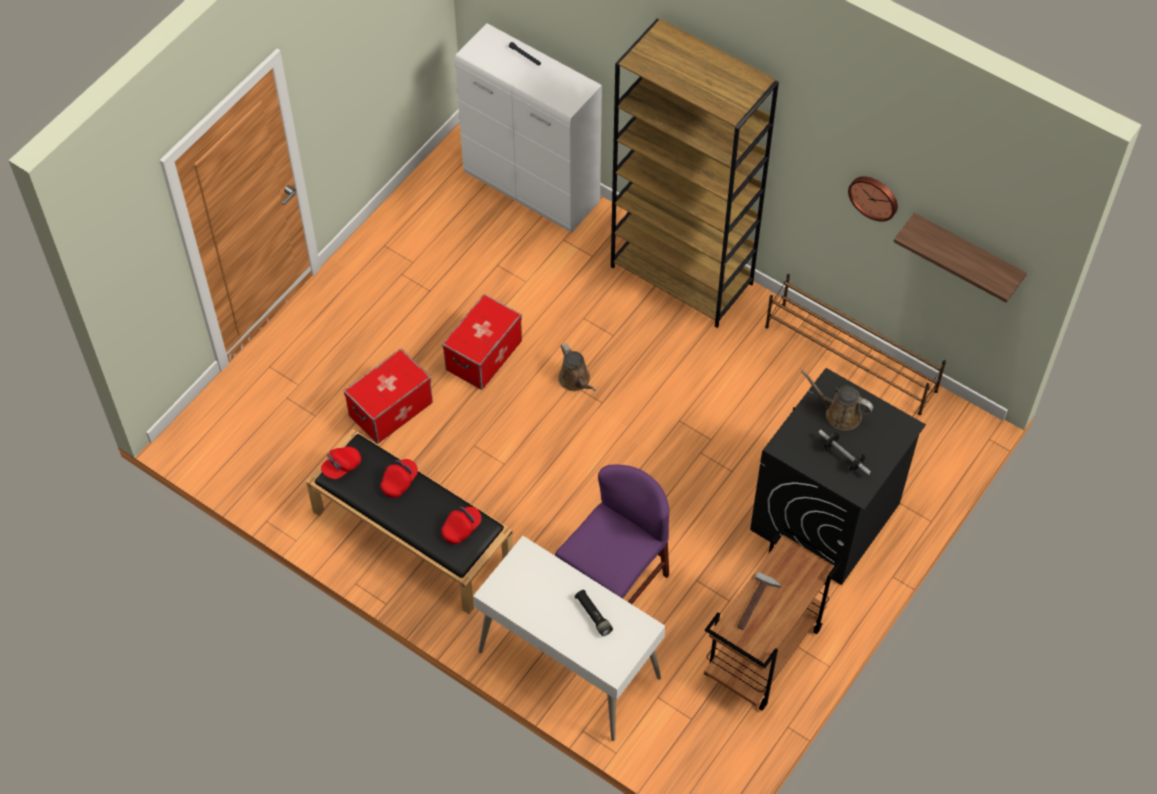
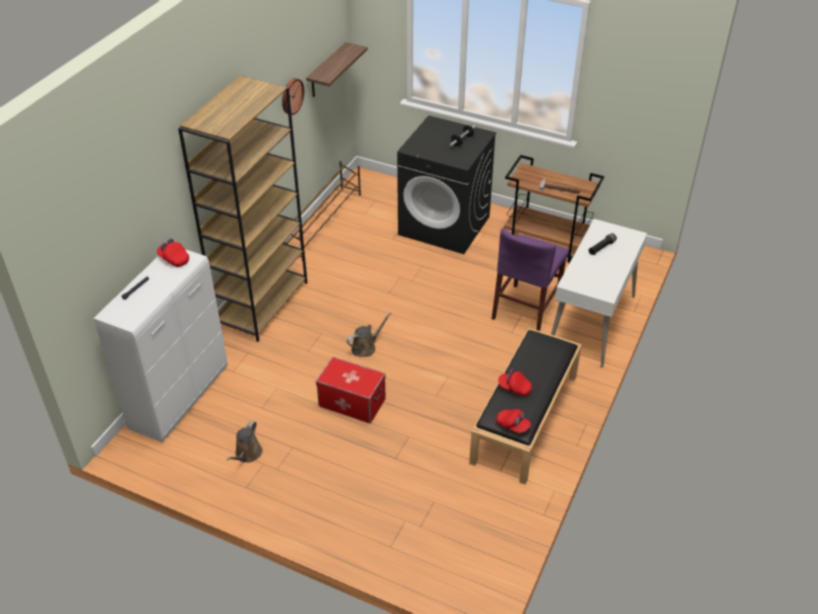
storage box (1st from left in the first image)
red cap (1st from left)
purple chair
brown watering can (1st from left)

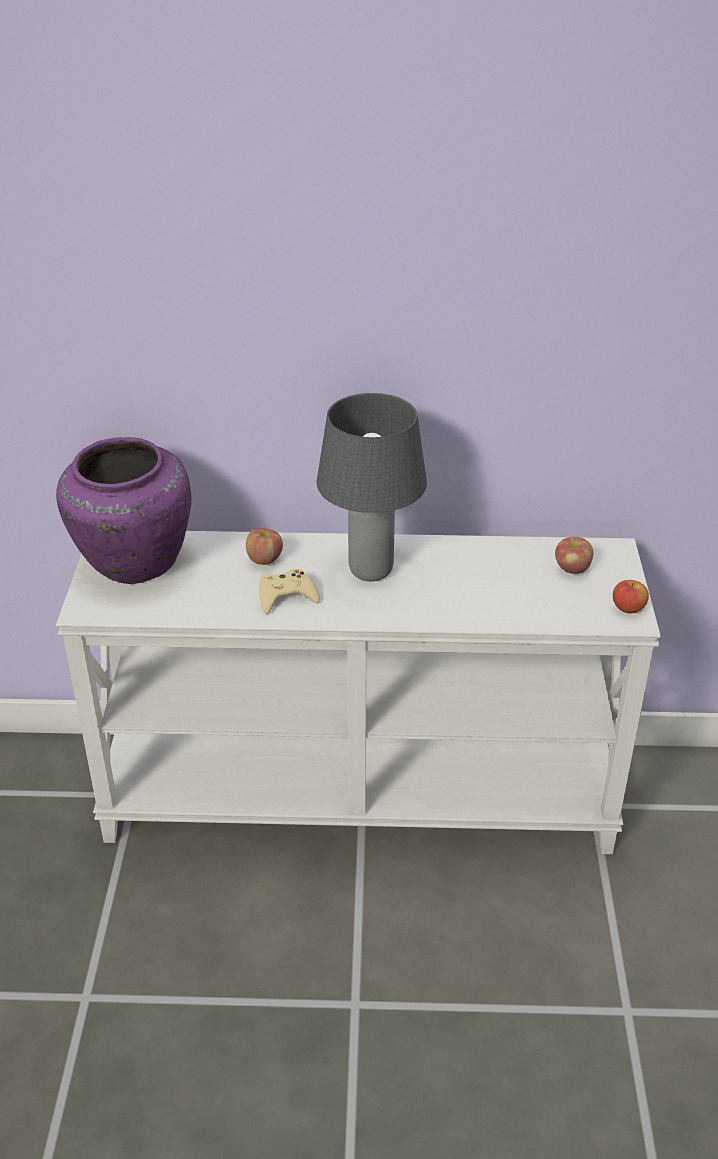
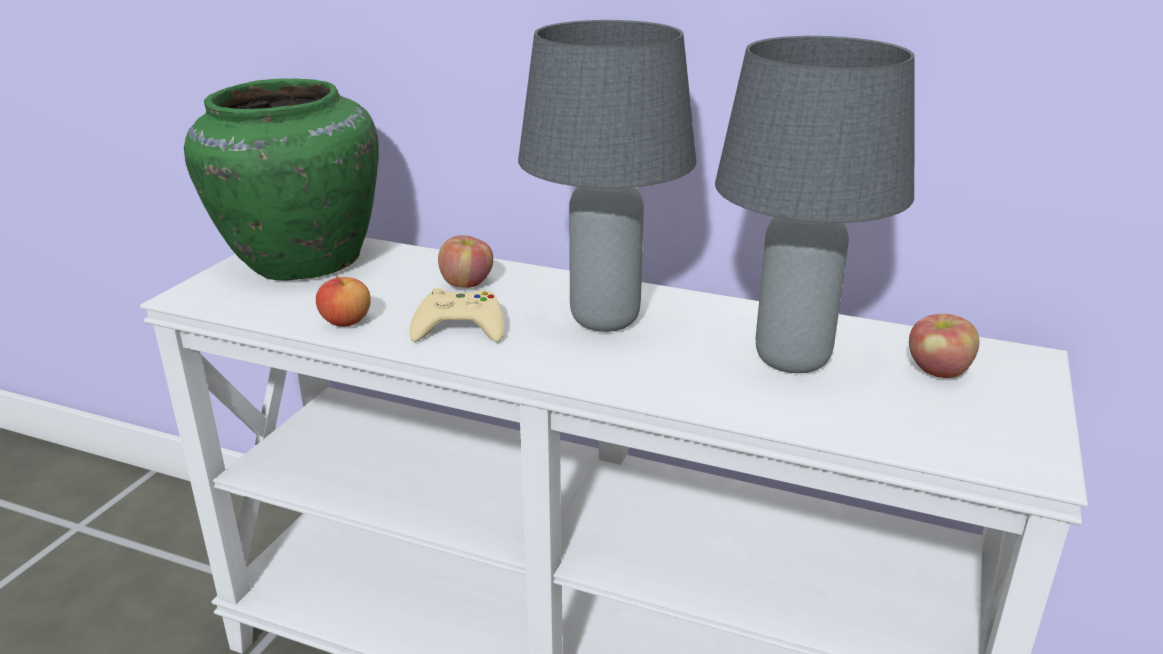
green vase
apple (1st from left)
grey table lamp (2nd from left)

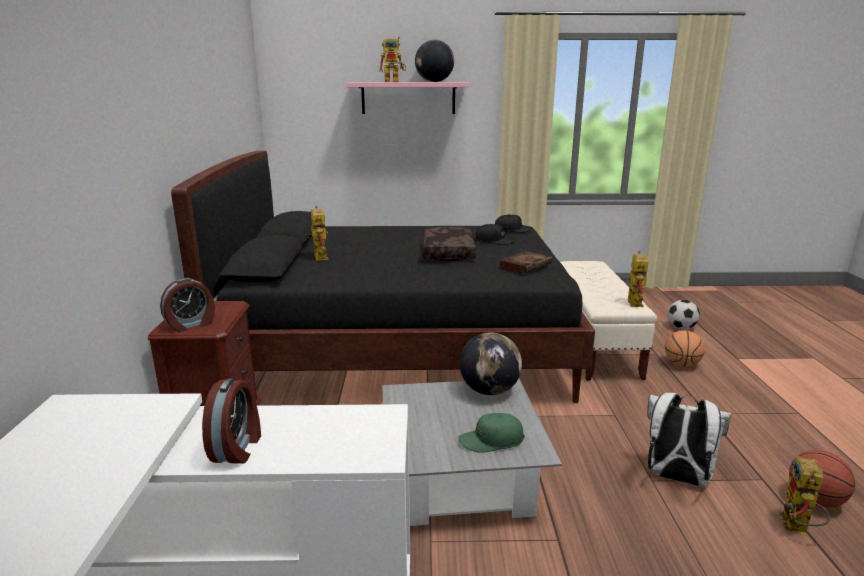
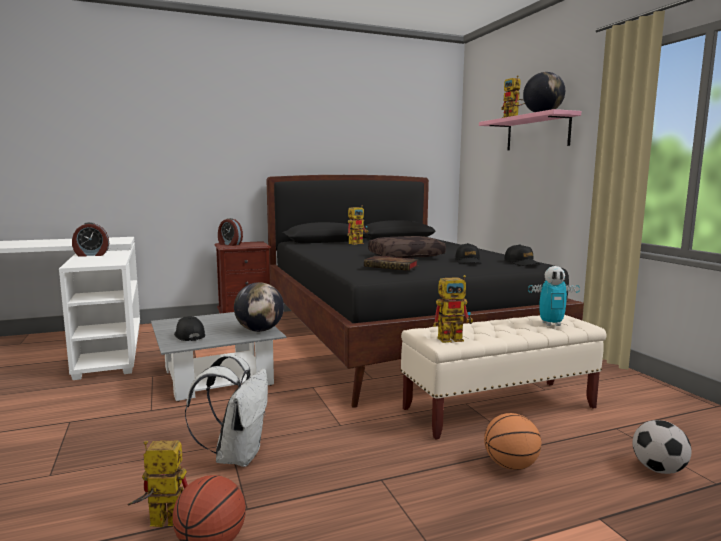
black cap (1st from left)
toy robot (5th from left)

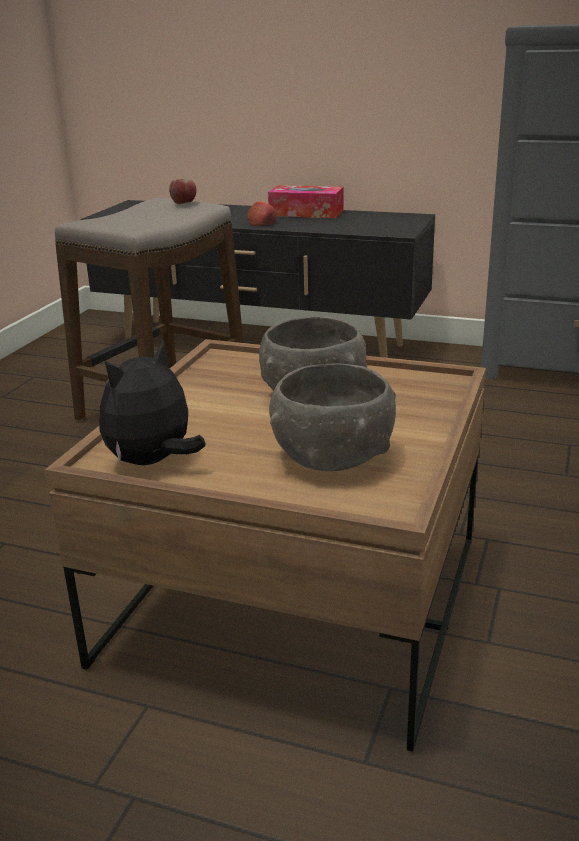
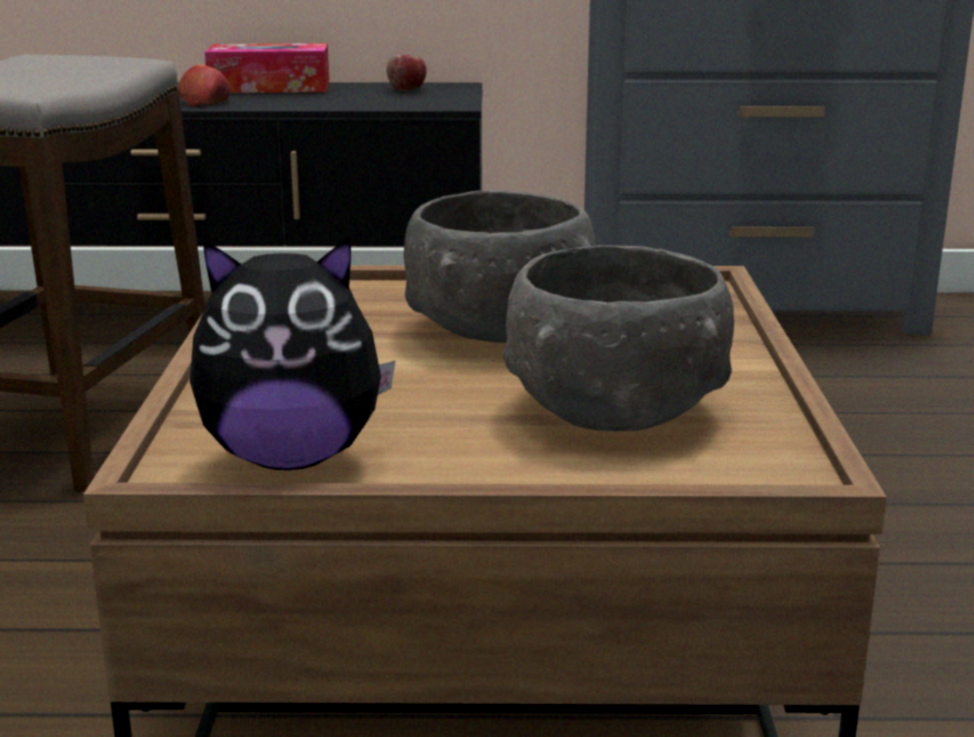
plush toy
apple (2nd from left)

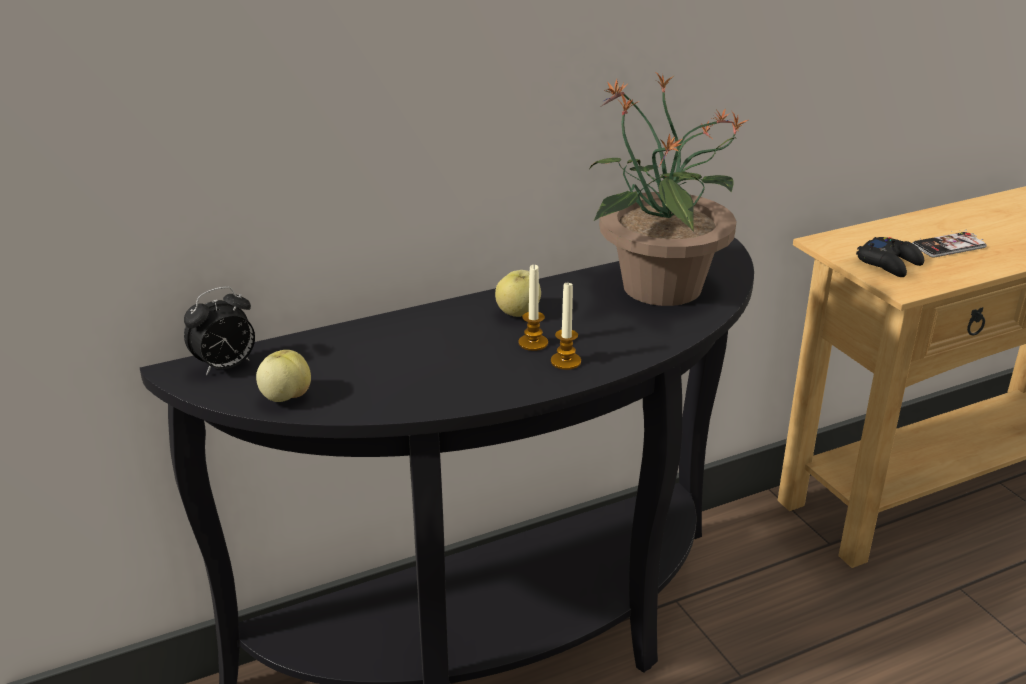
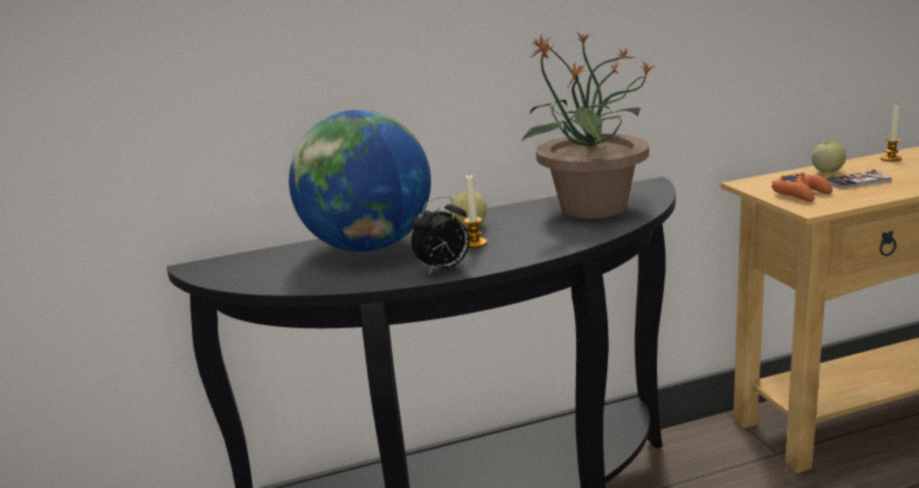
alarm clock
apple (2nd from left)
candle (2nd from left)
orange game controller
globe

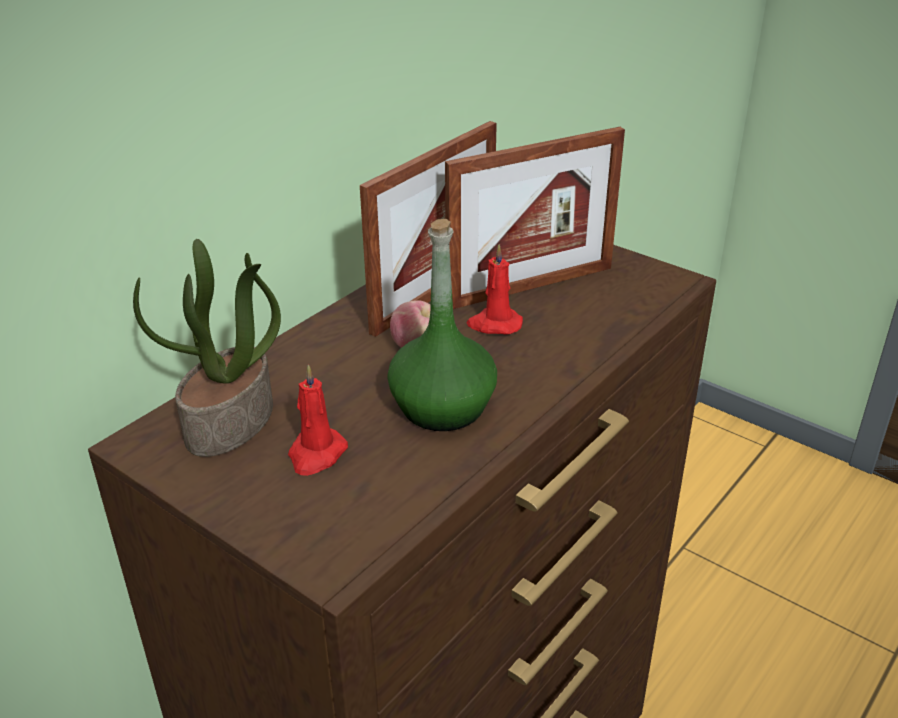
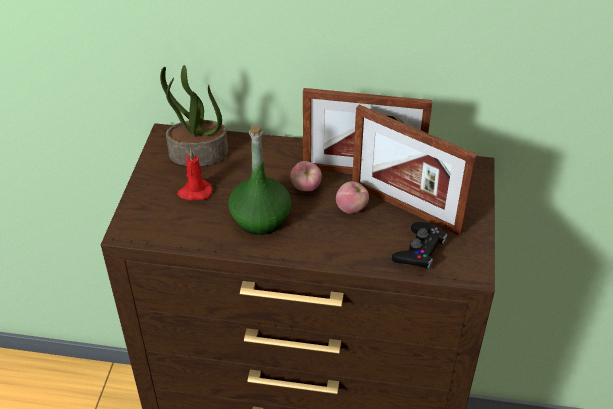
apple (2nd from left)
black game controller

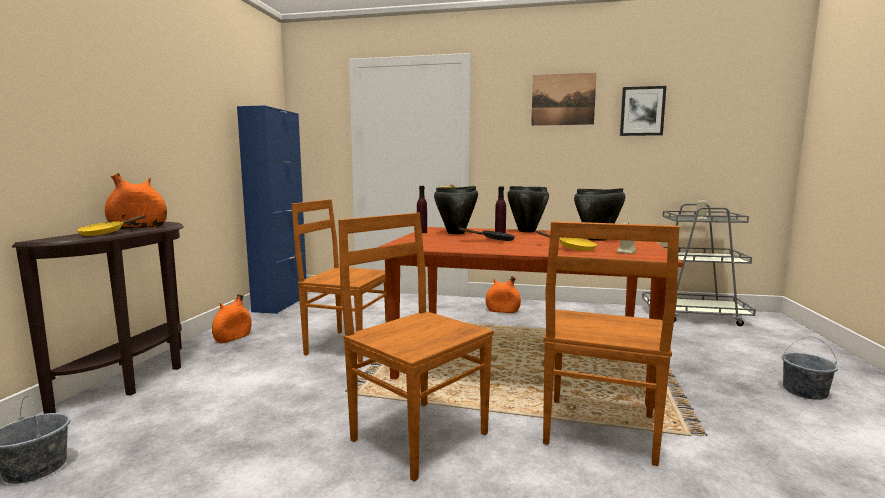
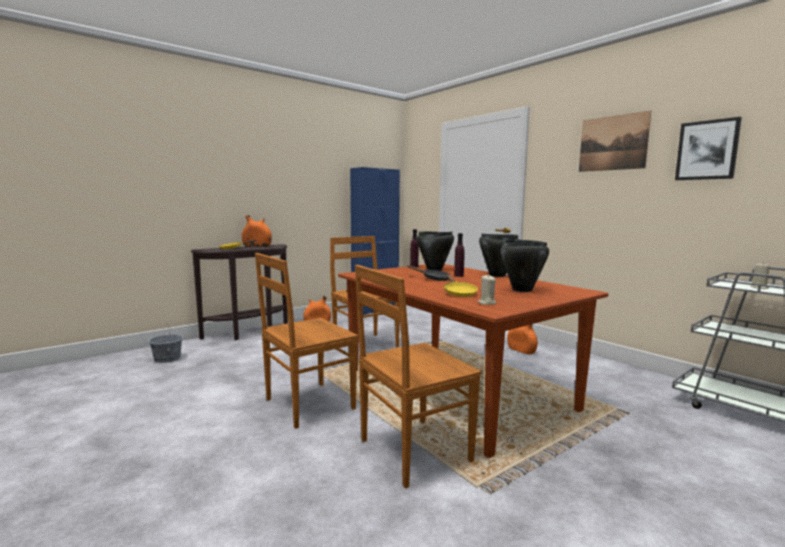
brown chair (1st from left)
grey bucket (2nd from left in the first image)

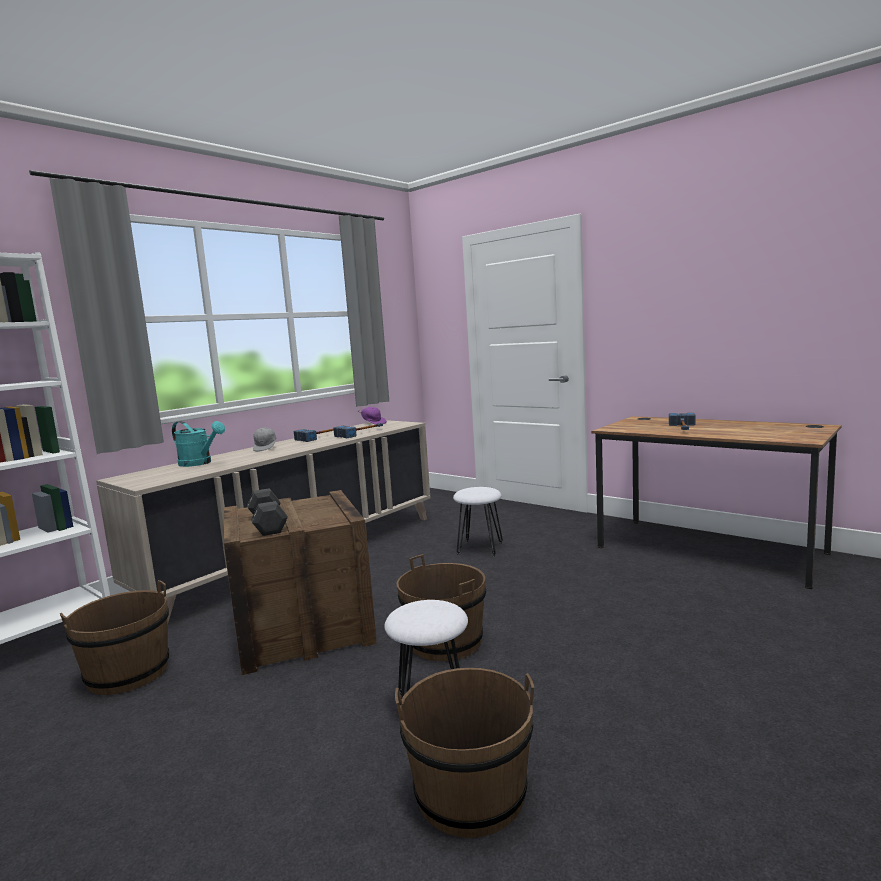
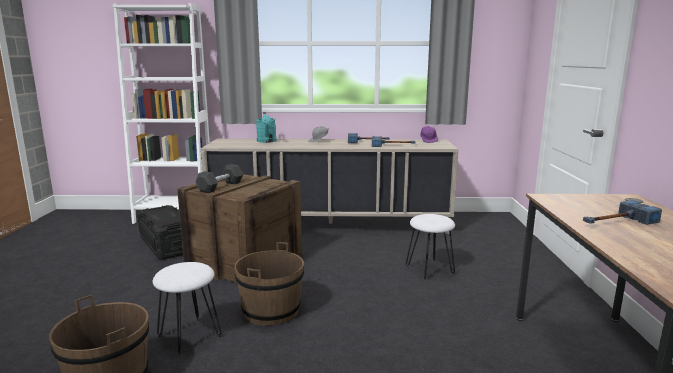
black storage box

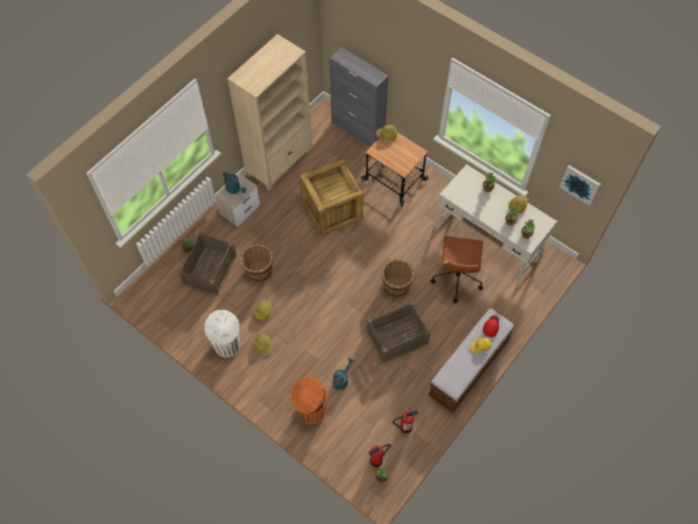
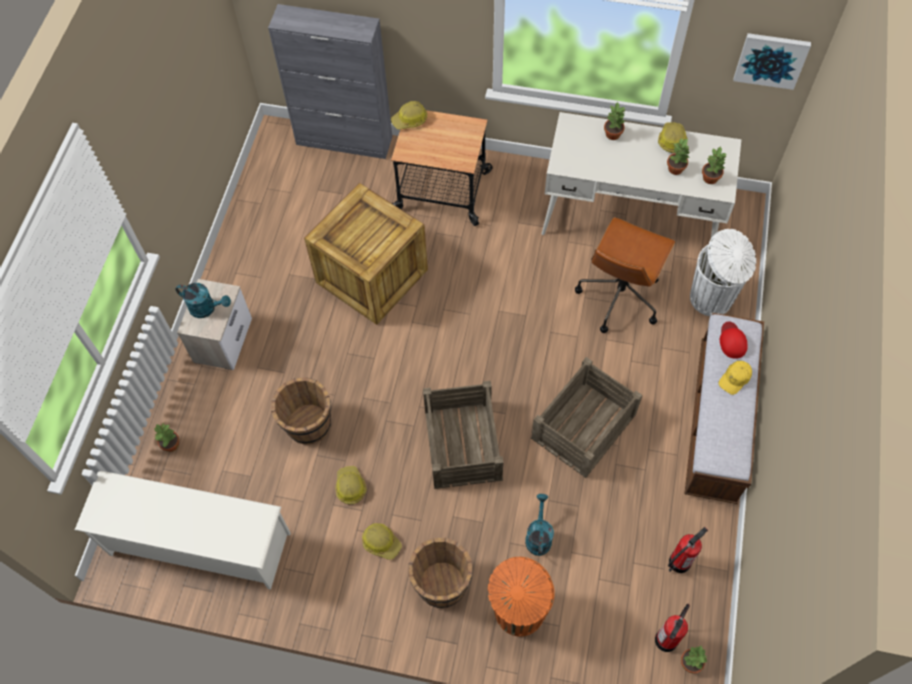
crate (2nd from left)
white trash can
beige bookcase
brown bucket (2nd from left)
brown office chair
white shoe rack

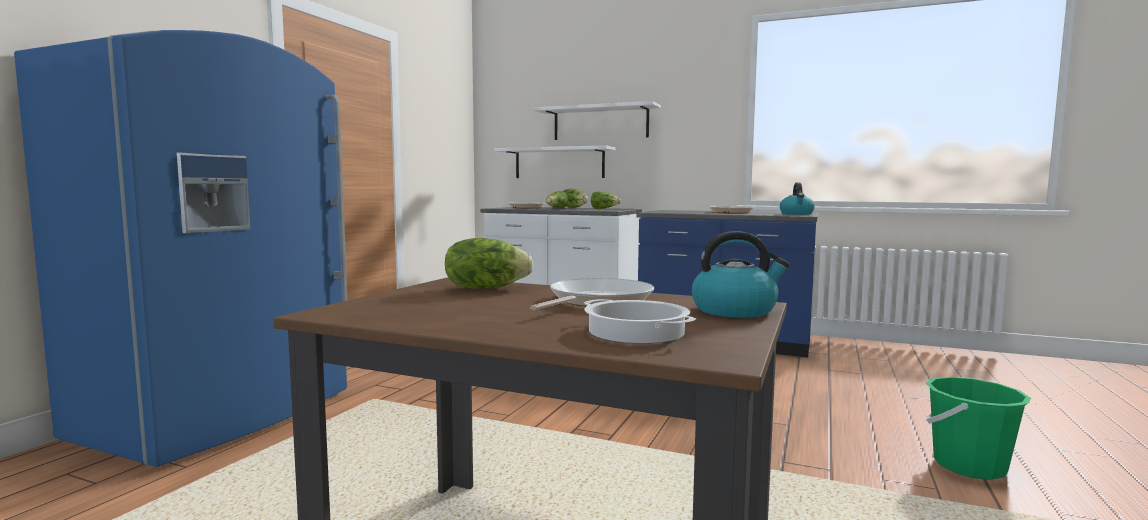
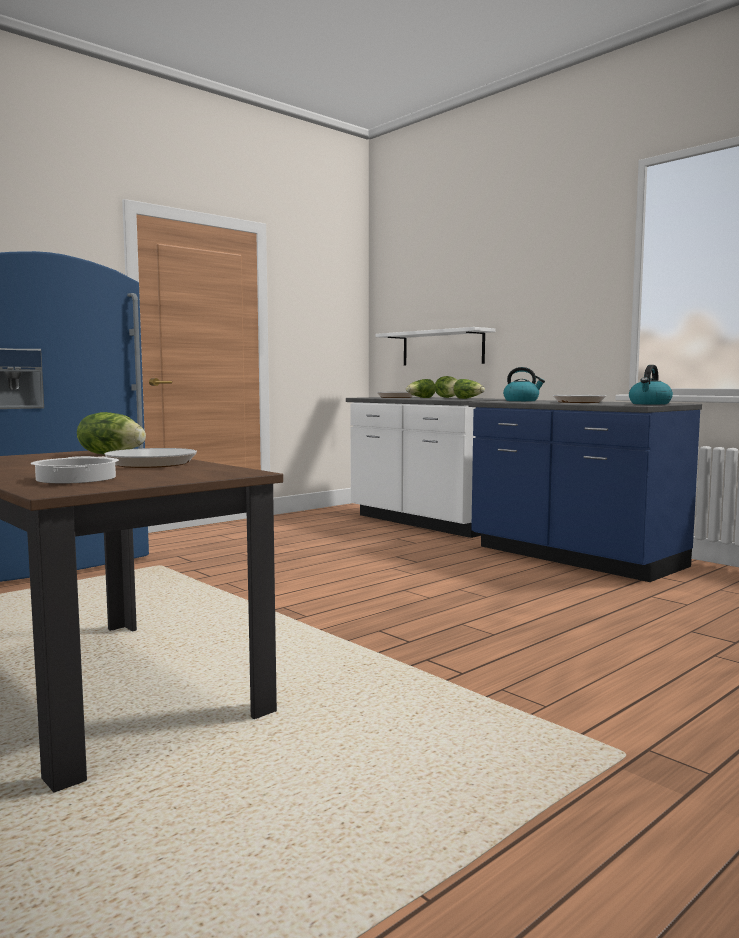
white shelf (2nd from left in the first image)
kettle (1st from left)
green bucket

